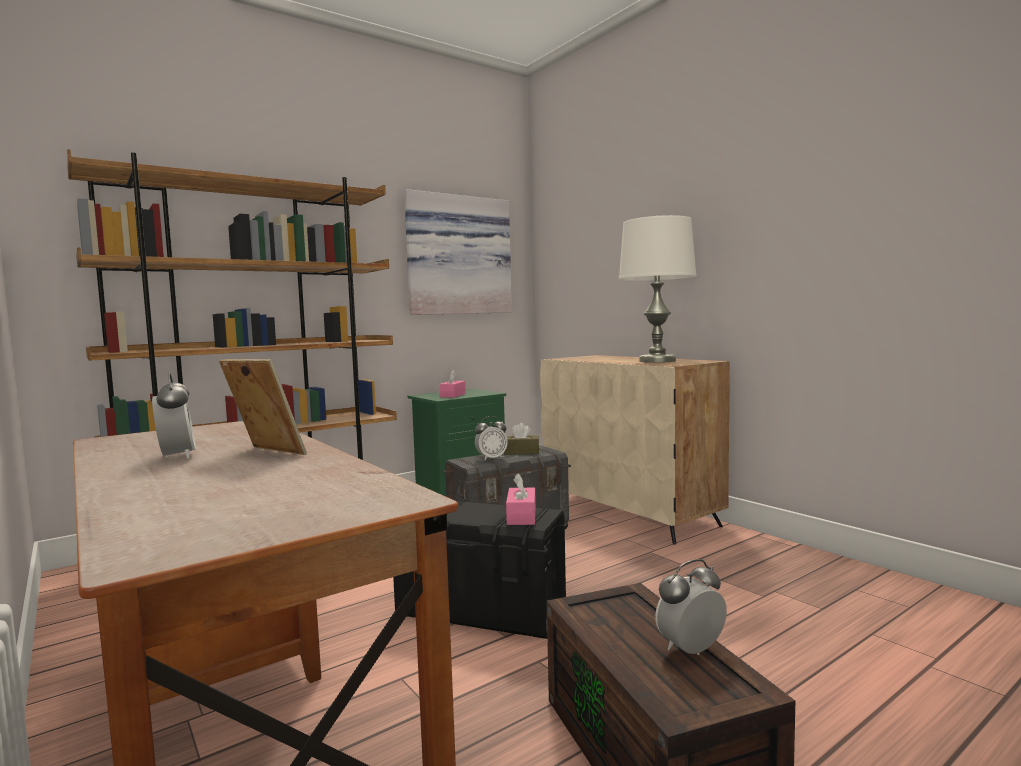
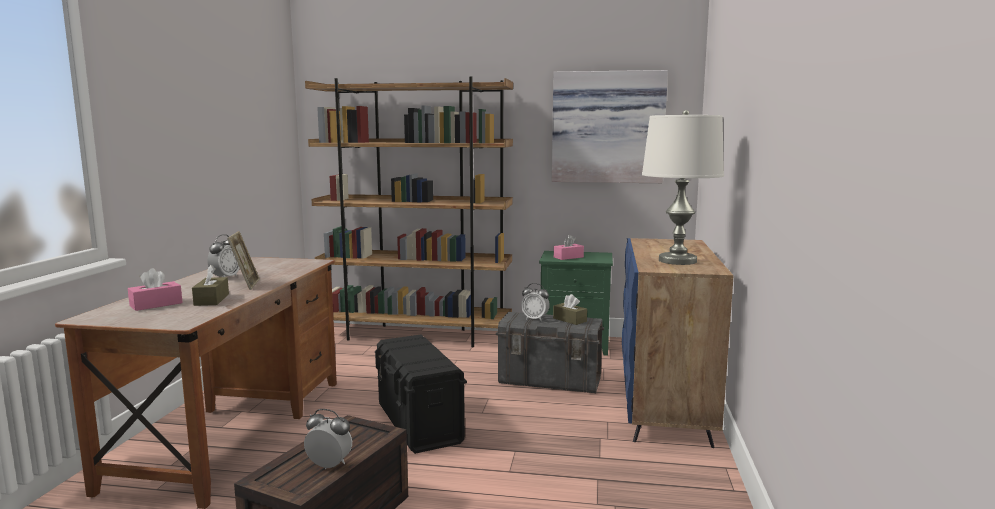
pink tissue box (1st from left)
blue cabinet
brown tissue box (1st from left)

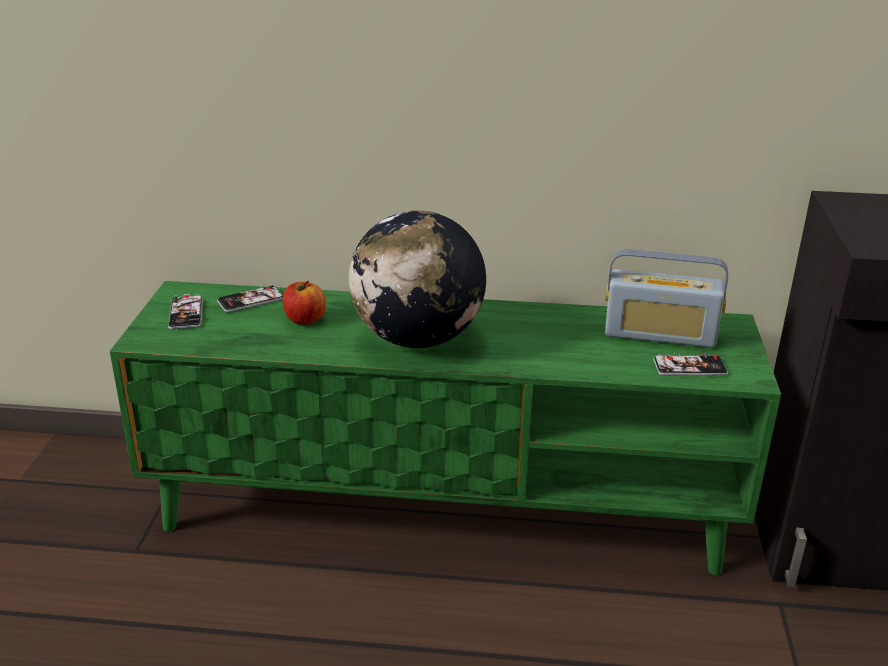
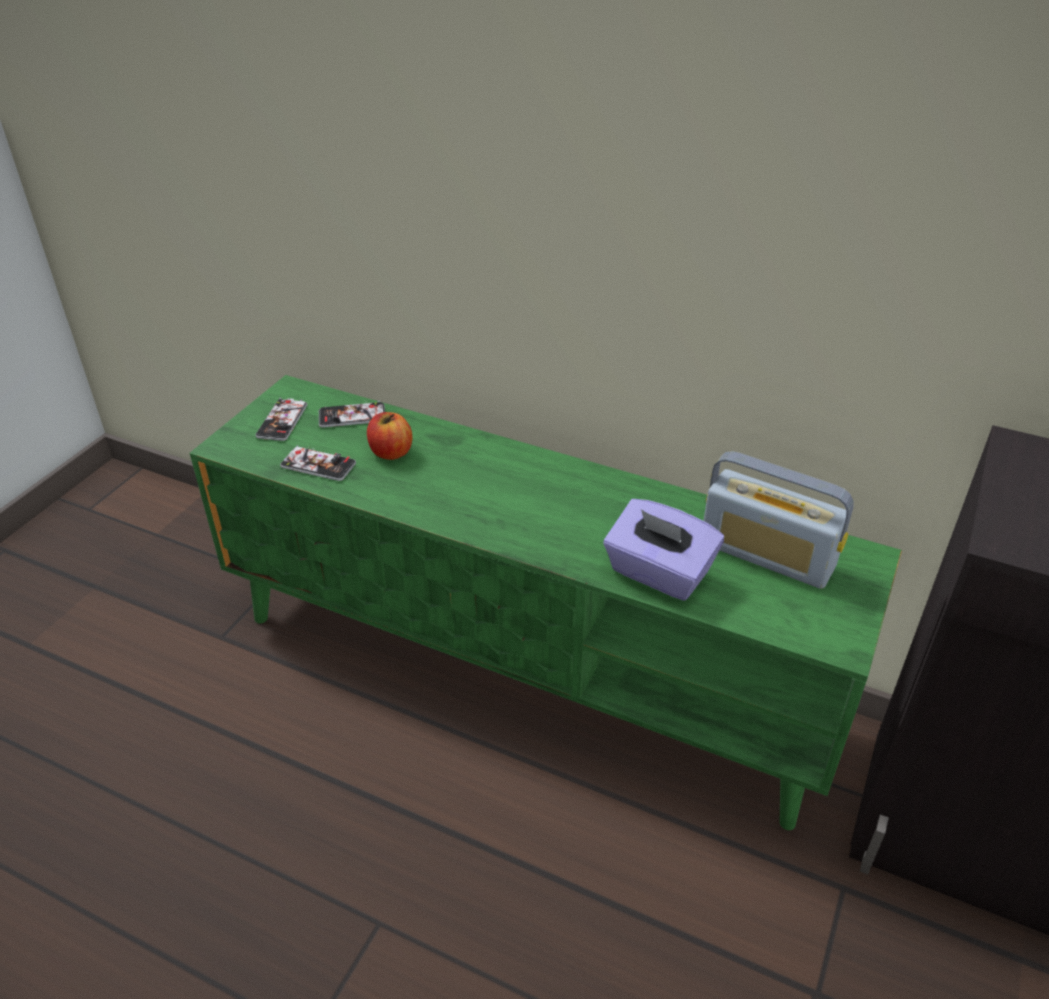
globe
phone (2nd from left)
purple tissue box

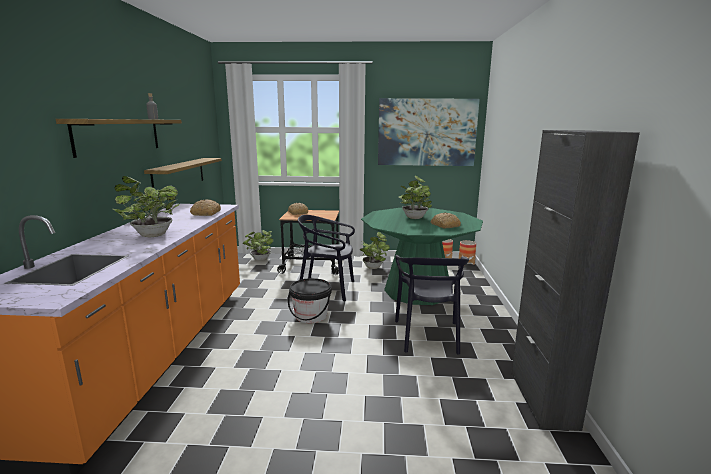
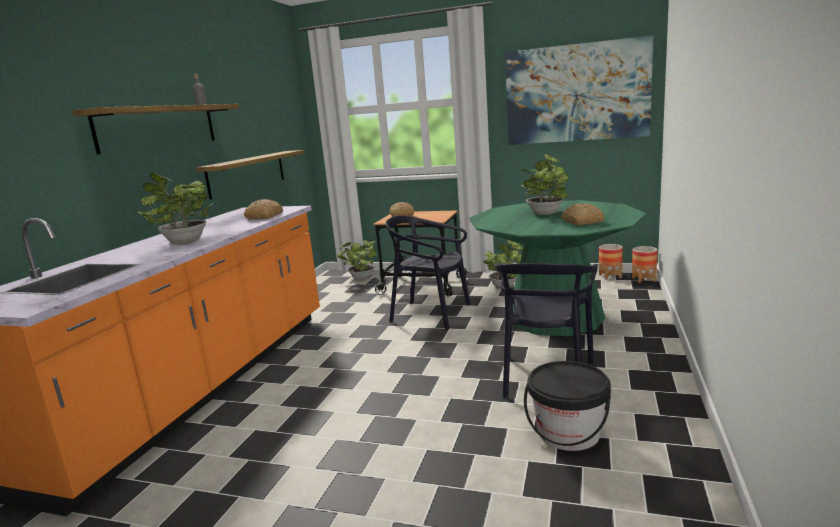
black bucket
black cabinet

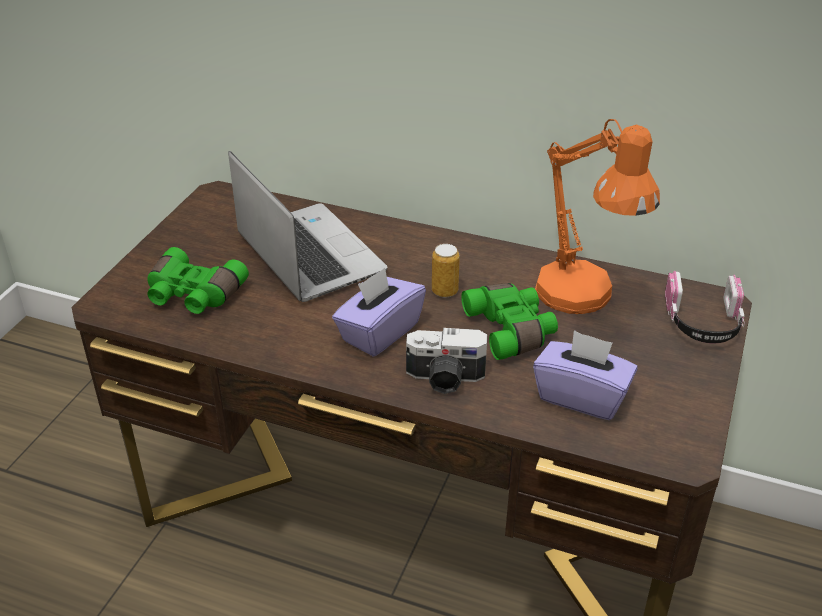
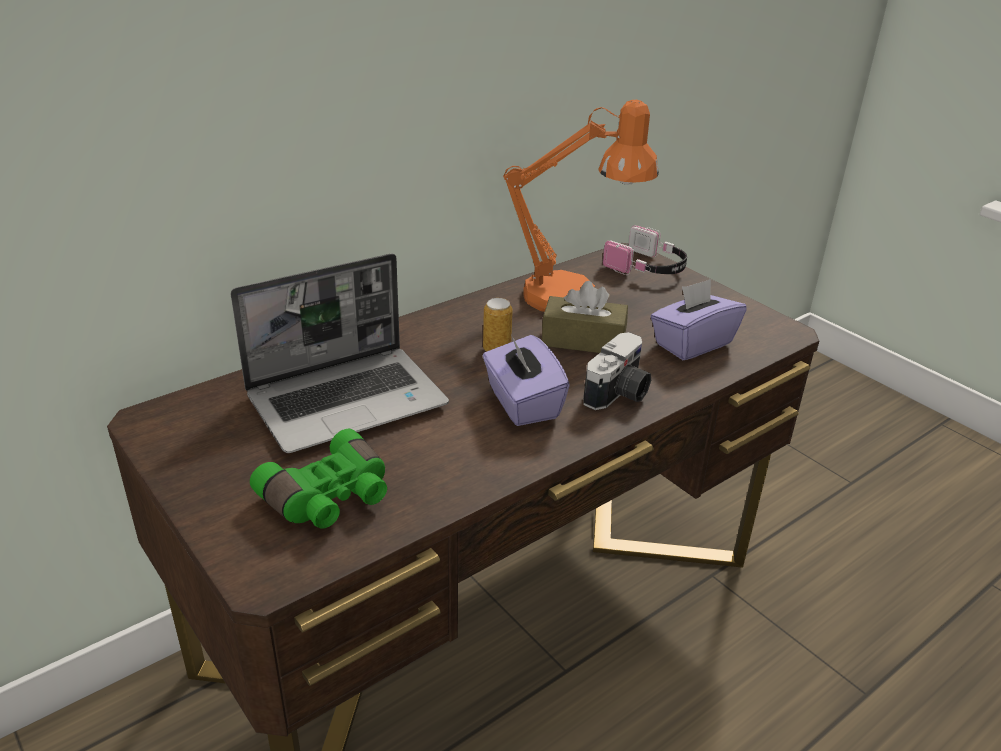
laptop
brown tissue box

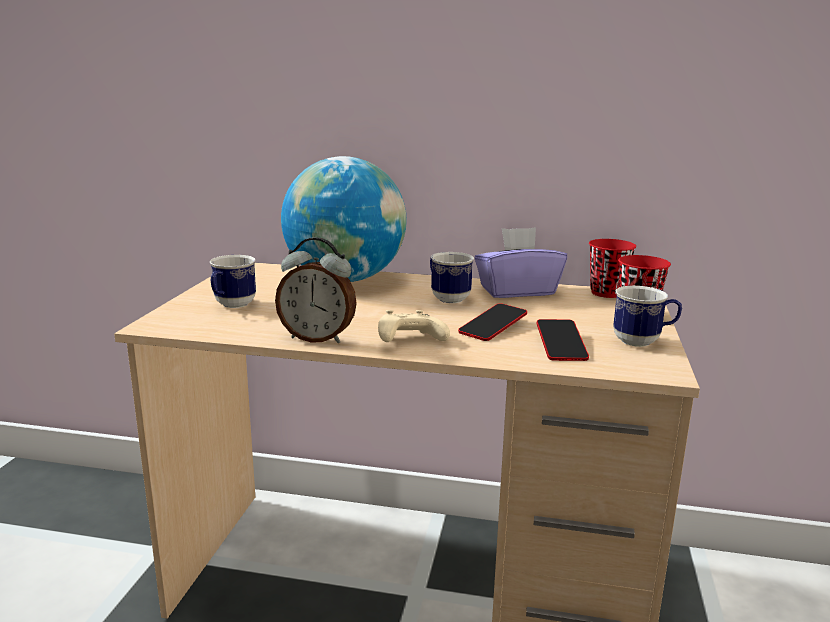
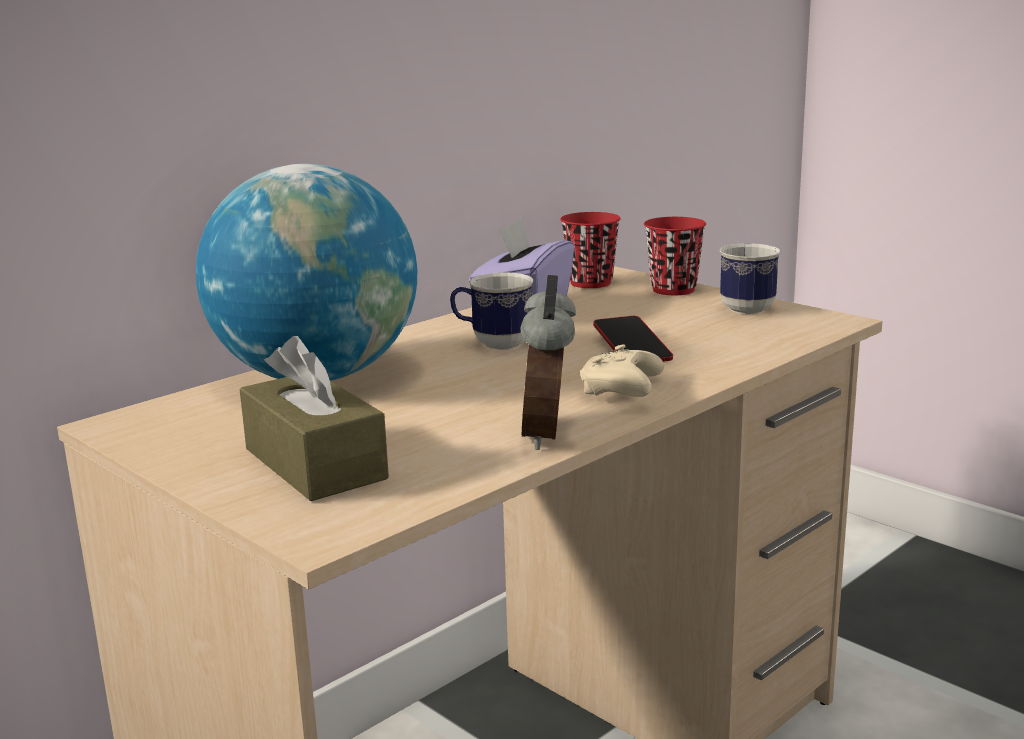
brown tissue box
alarm clock
phone (2nd from left in the first image)

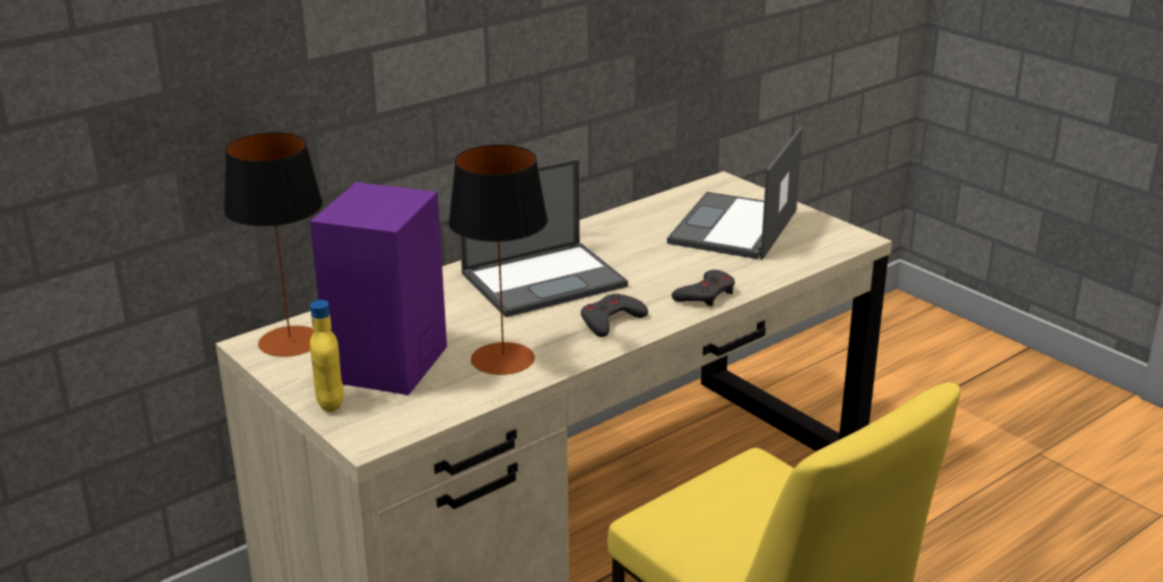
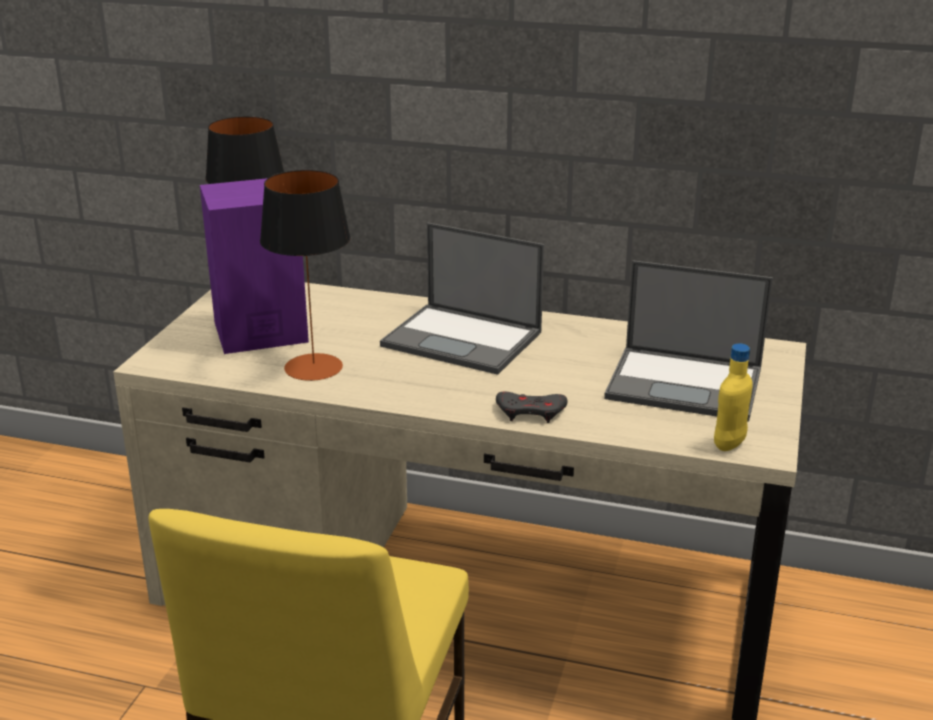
yellow bottle
grey game controller (1st from left in the first image)
laptop (2nd from left)

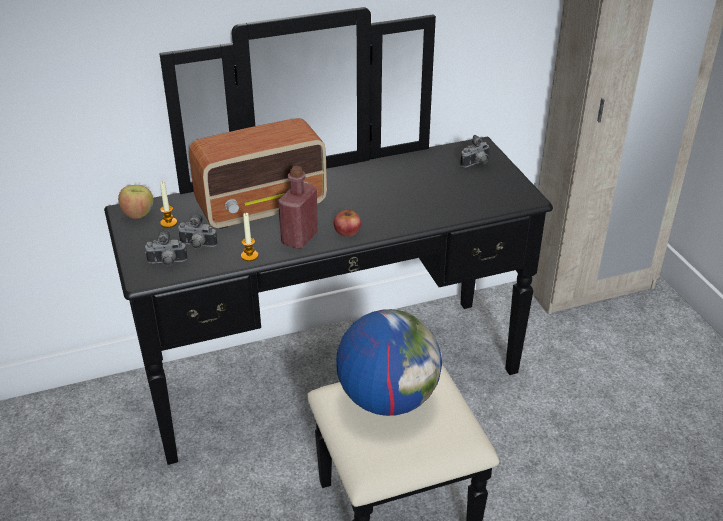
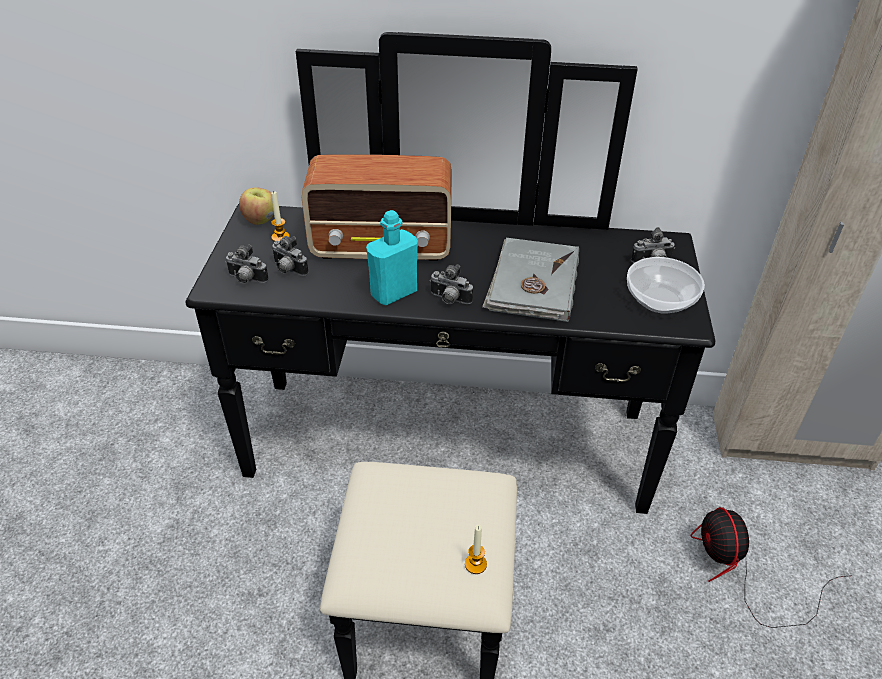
candle (2nd from left)
turquoise bottle
photo camera (3rd from left)
globe
grey book
bowl
fan

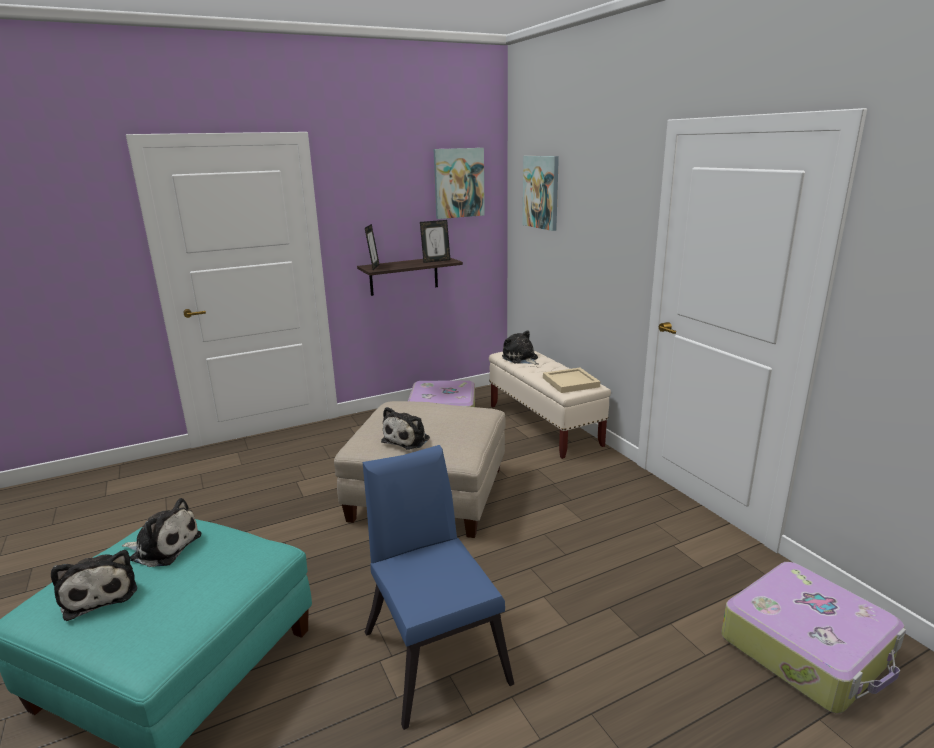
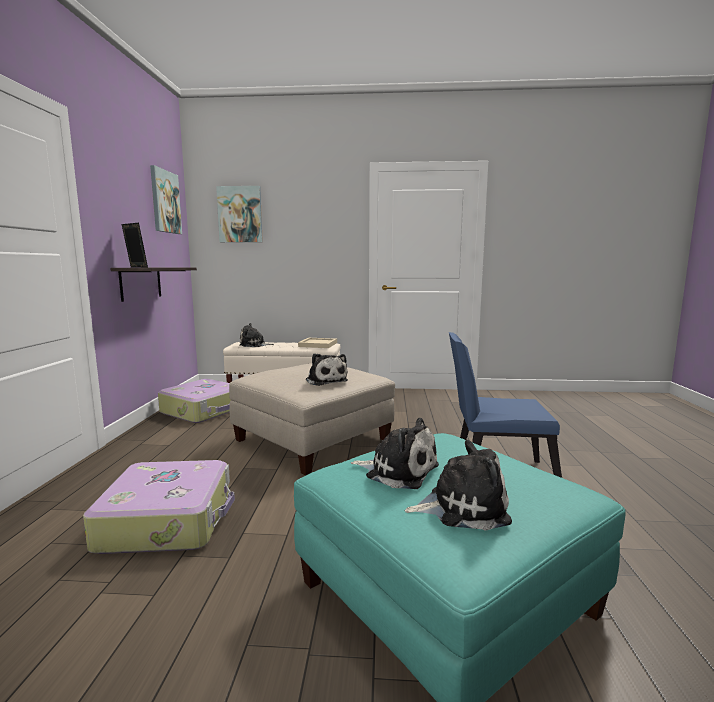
plush toy (3rd from left)
picture frame (2nd from left in the first image)
suitcase (1st from left)

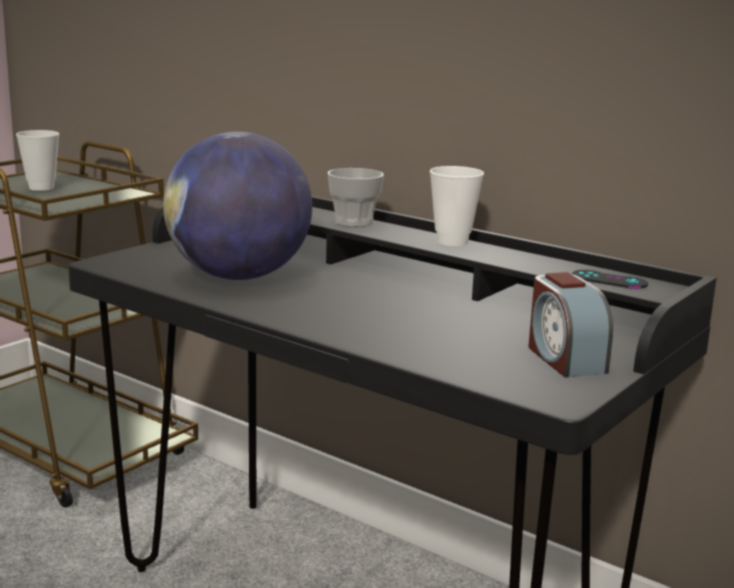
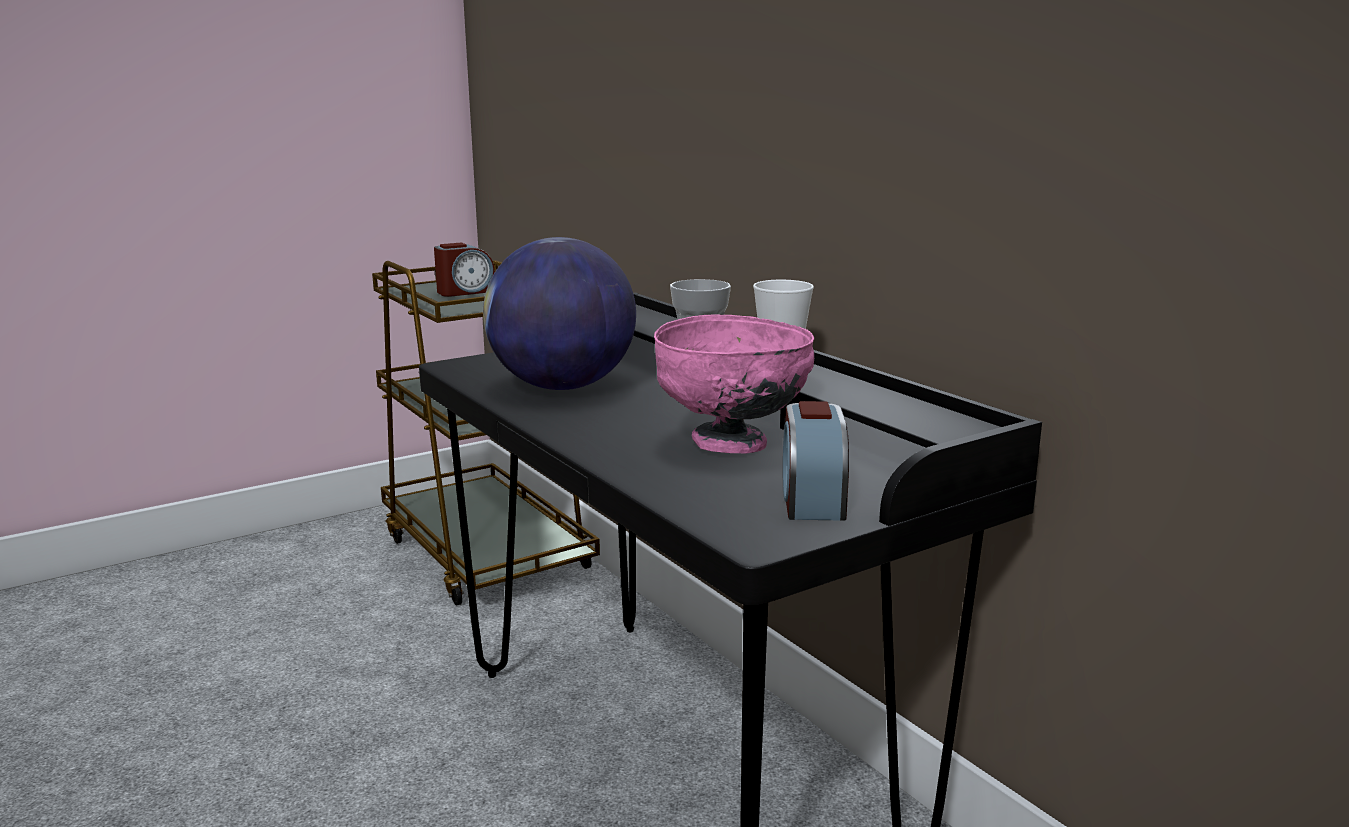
alarm clock (1st from left)
black game controller
pink bowl

